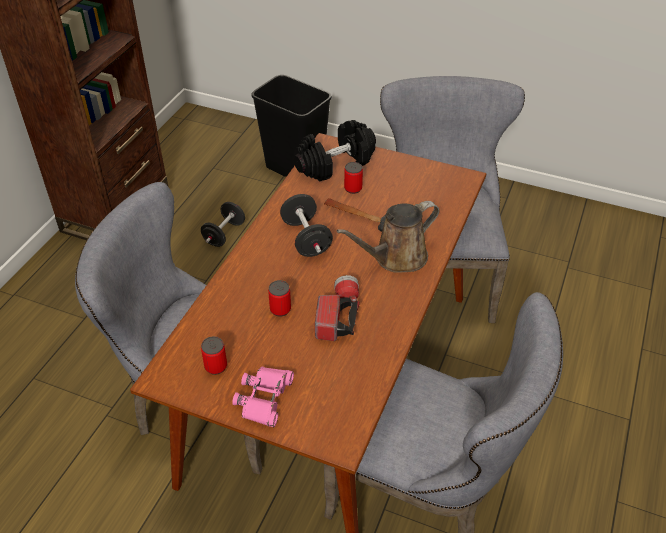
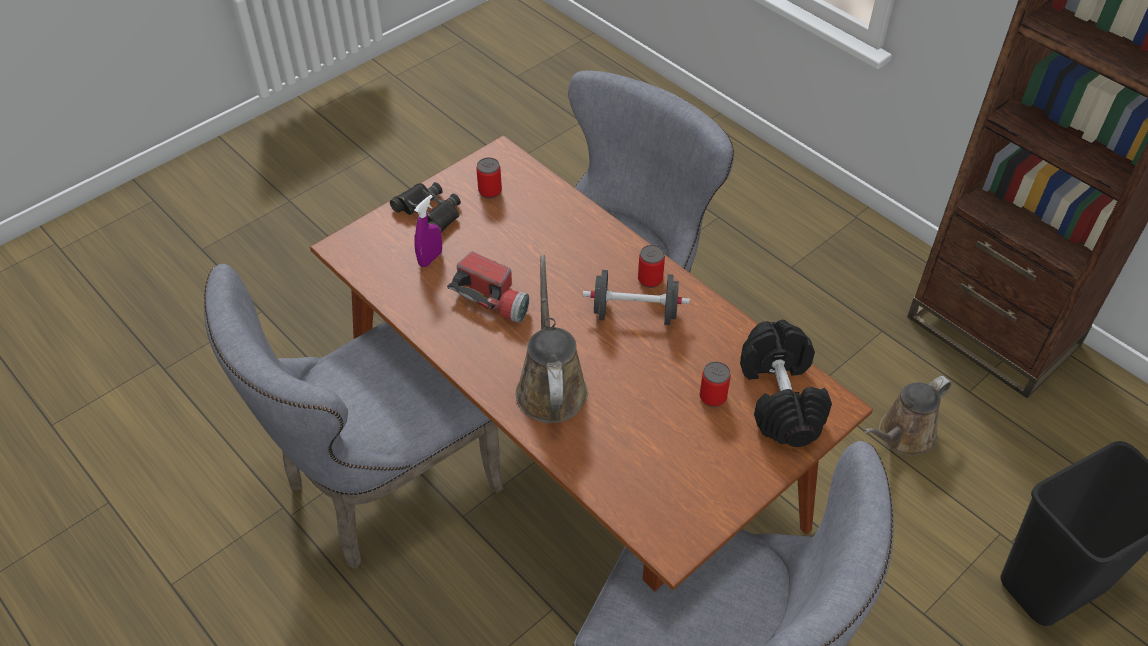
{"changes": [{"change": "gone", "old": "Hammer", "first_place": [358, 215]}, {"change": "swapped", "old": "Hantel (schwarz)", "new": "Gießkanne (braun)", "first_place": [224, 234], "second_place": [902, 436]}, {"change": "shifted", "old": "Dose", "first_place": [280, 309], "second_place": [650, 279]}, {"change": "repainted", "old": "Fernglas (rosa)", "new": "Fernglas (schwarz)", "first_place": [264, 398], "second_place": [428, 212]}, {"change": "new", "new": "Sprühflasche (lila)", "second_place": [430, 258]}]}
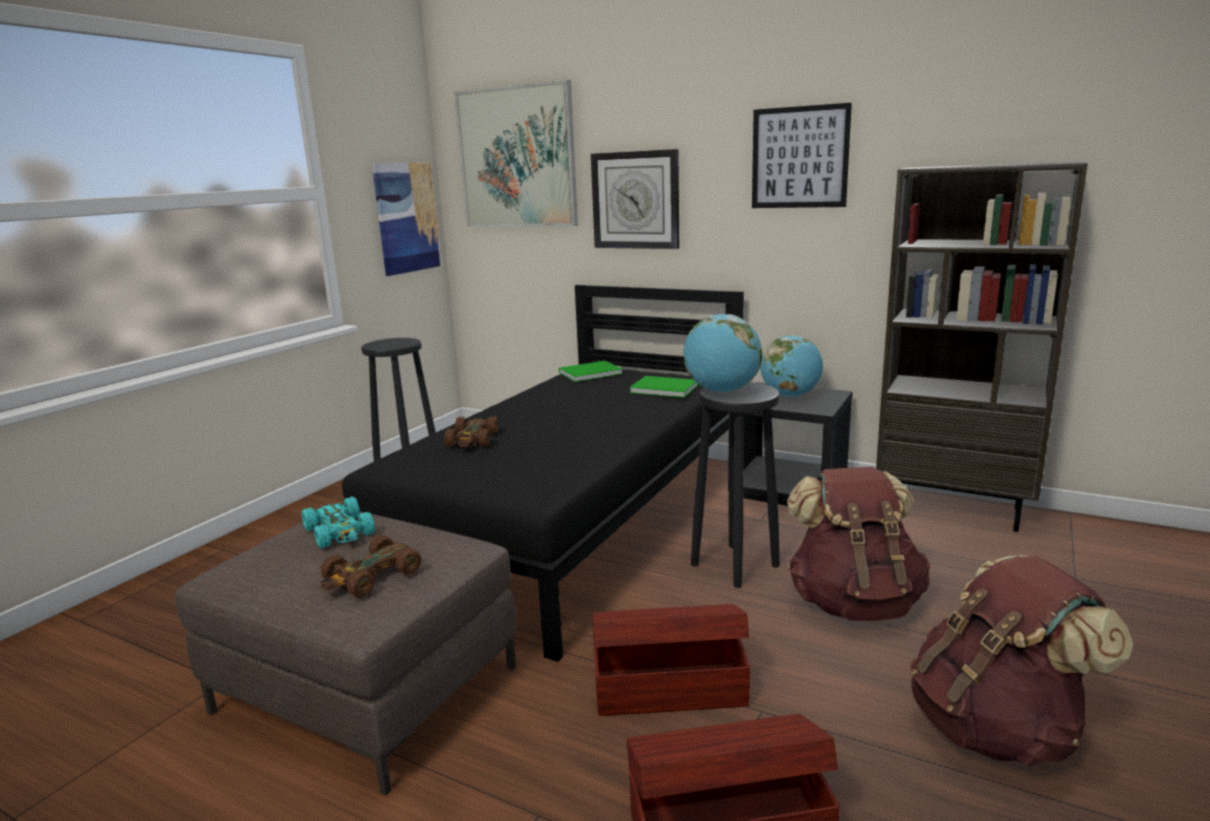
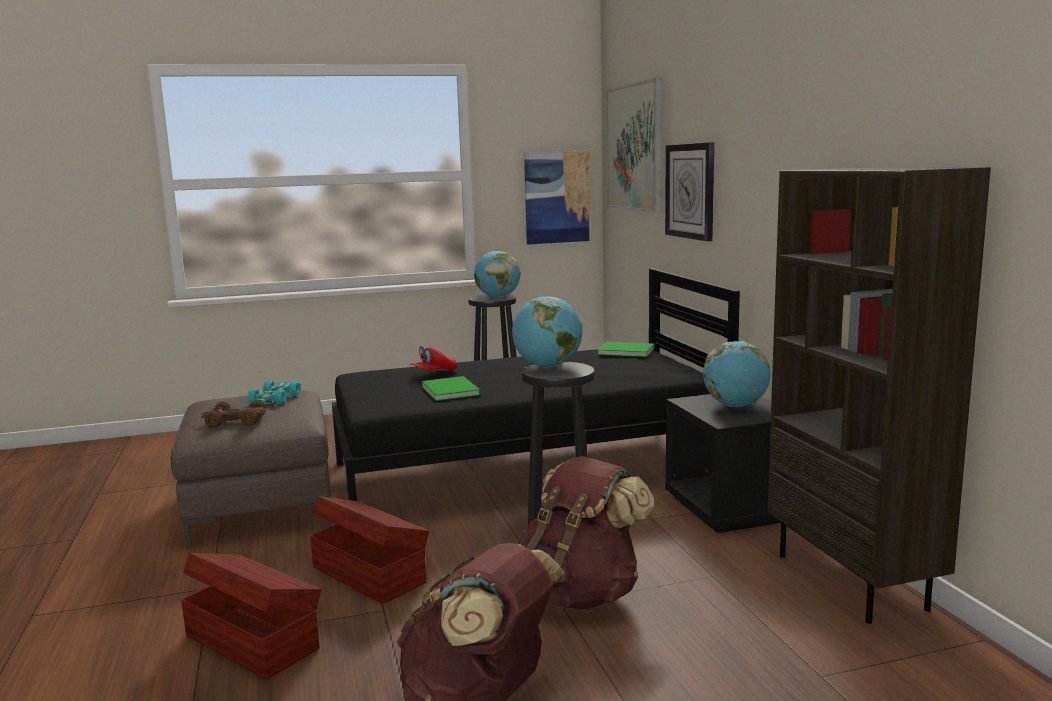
{"changes": [{"change": "gone", "old": "Bild", "first_place": [799, 157]}, {"change": "shifted", "old": "Buch (grün)", "first_place": [663, 388], "second_place": [451, 390]}, {"change": "swapped", "old": "Spielzeugauto (braun)", "new": "Kappe (rot)", "first_place": [473, 440], "second_place": [434, 373]}, {"change": "new", "new": "Globus", "second_place": [498, 297]}]}
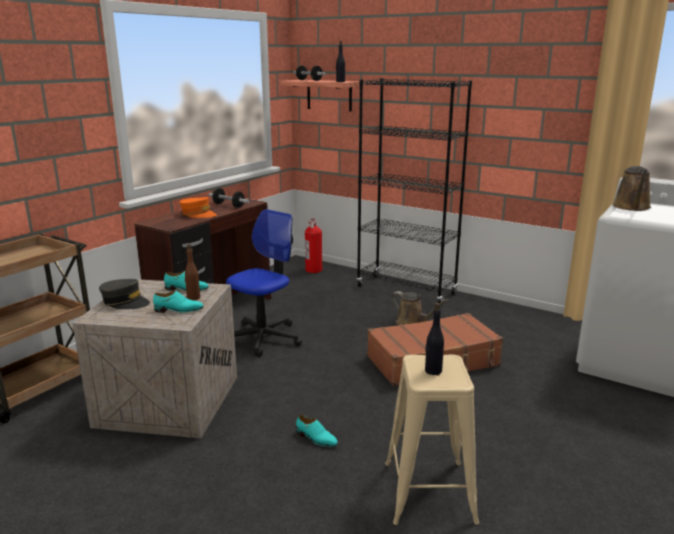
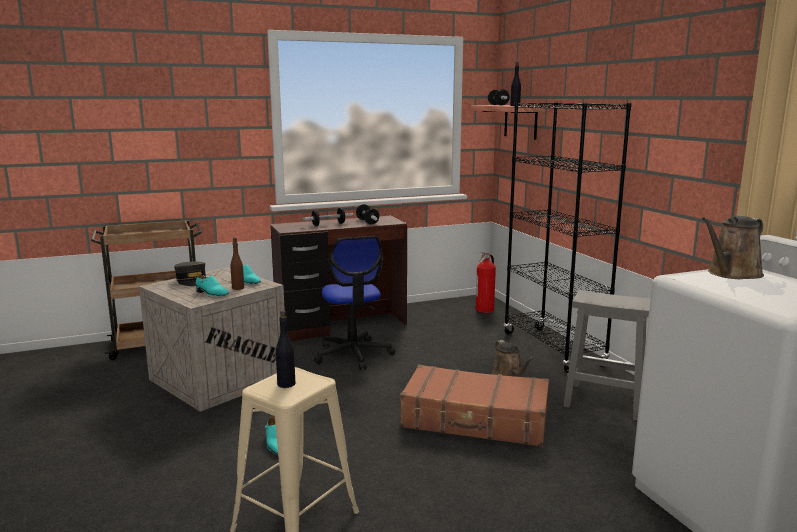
{"changes": [{"change": "swapped", "old": "Kappe (orange)", "new": "Hantel", "first_place": [198, 214], "second_place": [328, 224]}, {"change": "rotated", "old": "Bürostuhl", "first_place": [263, 338], "second_place": [353, 354], "degrees": 90}, {"change": "new", "new": "Hocker (grau)", "second_place": [602, 401]}]}
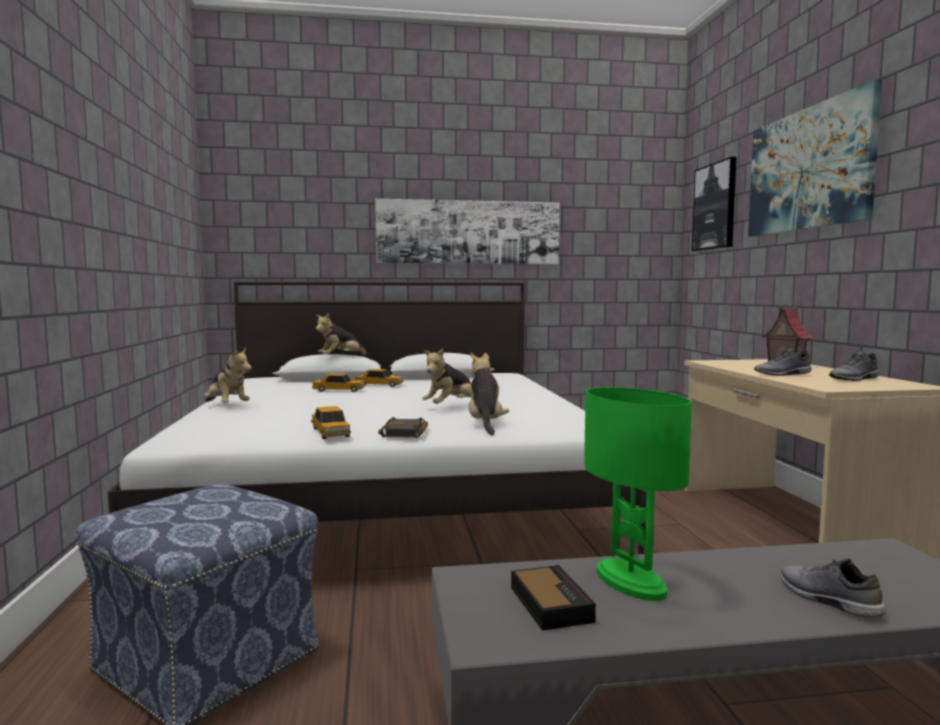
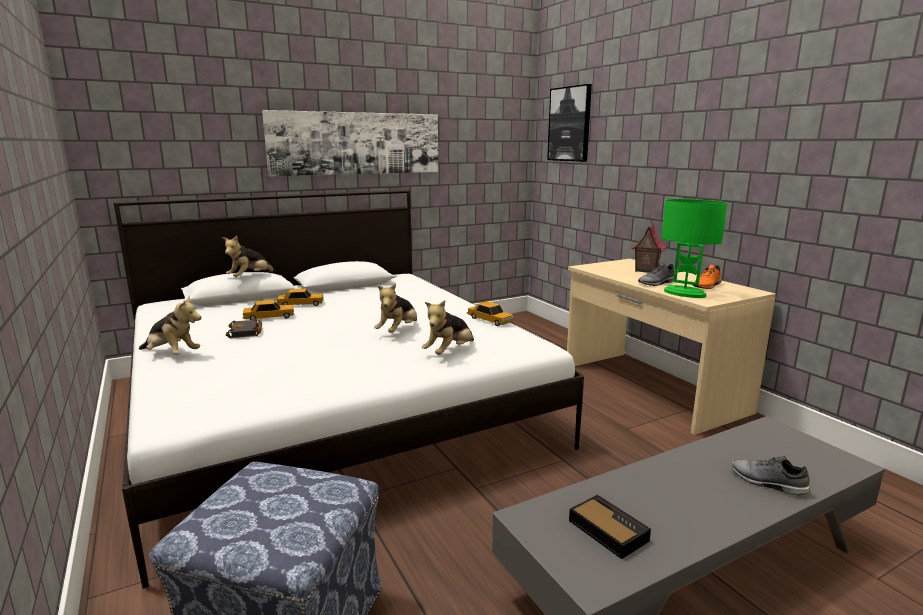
{"changes": [{"change": "gone", "old": "Bild", "first_place": [808, 169]}, {"change": "repainted", "old": "Schuh (grau)", "new": "Schuh (orange)", "first_place": [855, 379], "second_place": [707, 286]}, {"change": "rotated", "old": "Plüschtier", "first_place": [485, 424], "second_place": [449, 352], "degrees": -120}, {"change": "shifted", "old": "Tischlampe (grün)", "first_place": [631, 582], "second_place": [685, 293]}, {"change": "shifted", "old": "Spielzeugauto", "first_place": [330, 432], "second_place": [490, 320]}, {"change": "shifted", "old": "Buch (schwarz)", "first_place": [405, 433], "second_place": [246, 332]}]}
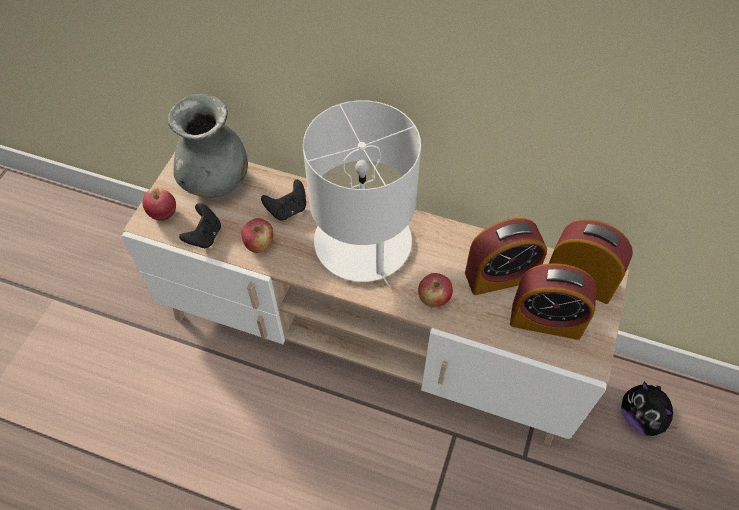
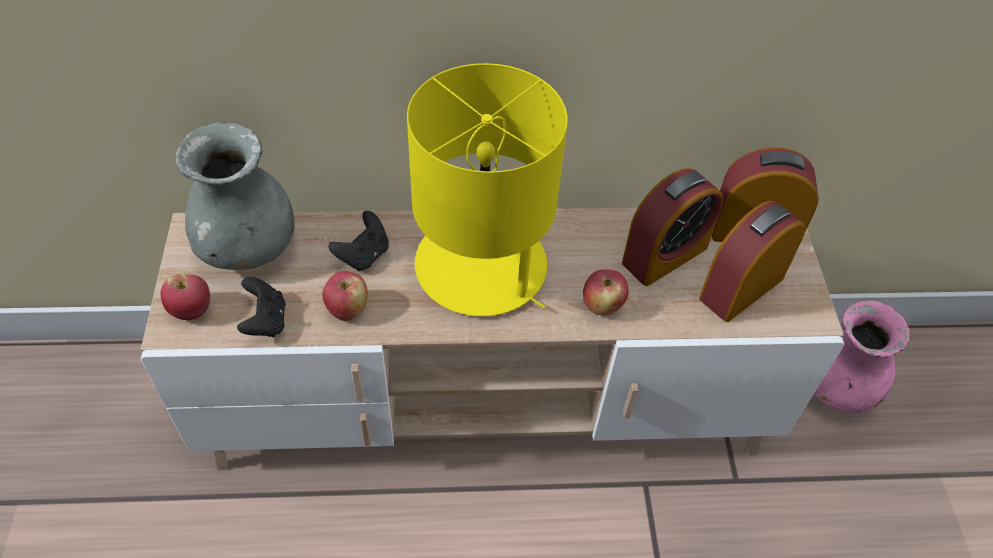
{"changes": [{"change": "repainted", "old": "Tischlampe (weiß)", "new": "Tischlampe (gelb)", "first_place": [363, 243], "second_place": [482, 267]}, {"change": "rotated", "old": "Wecker", "first_place": [546, 320], "second_place": [741, 288], "degrees": 150}, {"change": "swapped", "old": "Plüschtier", "new": "Vase (rosa)", "first_place": [640, 418], "second_place": [836, 388]}]}
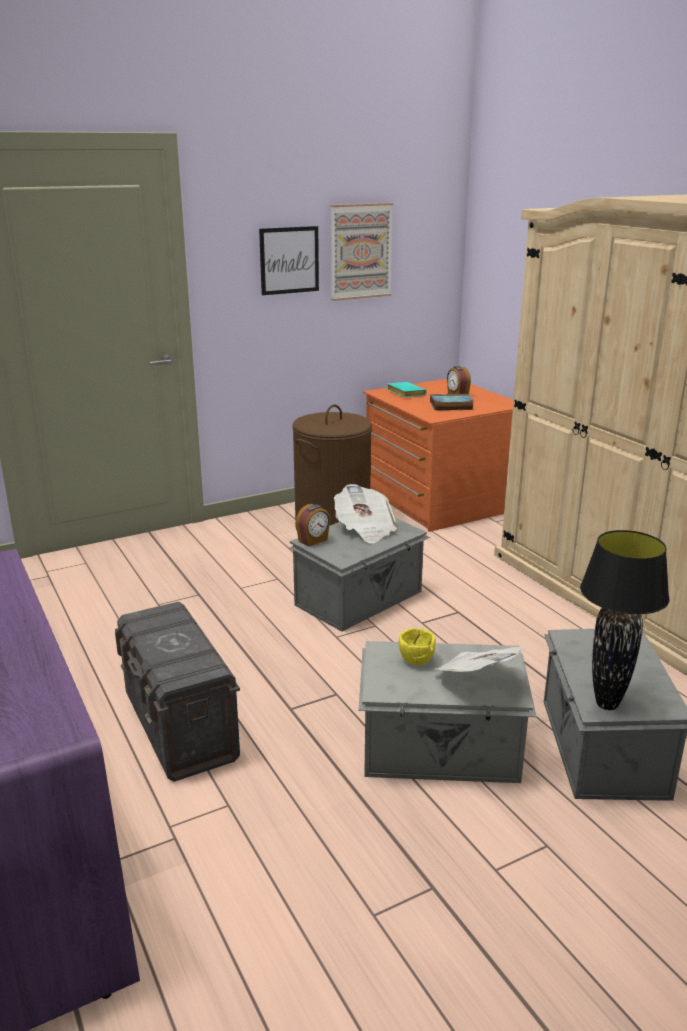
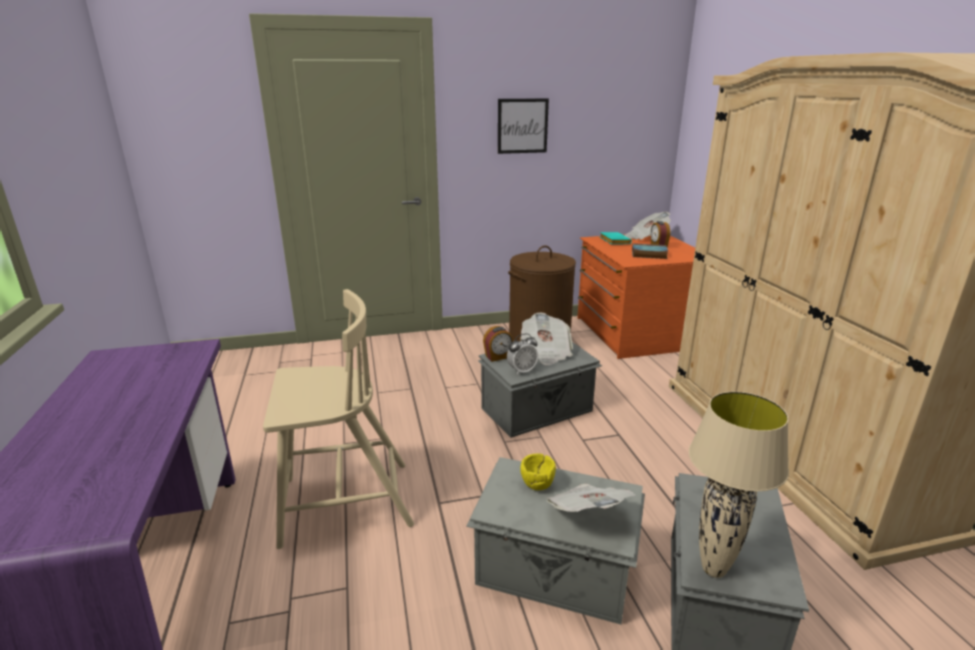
{"changes": [{"change": "gone", "old": "Bild", "first_place": [360, 251]}, {"change": "repainted", "old": "Tischlampe (schwarz)", "new": "Tischlampe (beige)", "first_place": [606, 704], "second_place": [713, 569]}, {"change": "swapped", "old": "Aufbewahrungsbox (grau)", "new": "Stuhl (beige)", "first_place": [180, 727], "second_place": [343, 503]}, {"change": "new", "new": "Zeitung", "second_place": [646, 237]}, {"change": "new", "new": "Wecker", "second_place": [522, 371]}]}
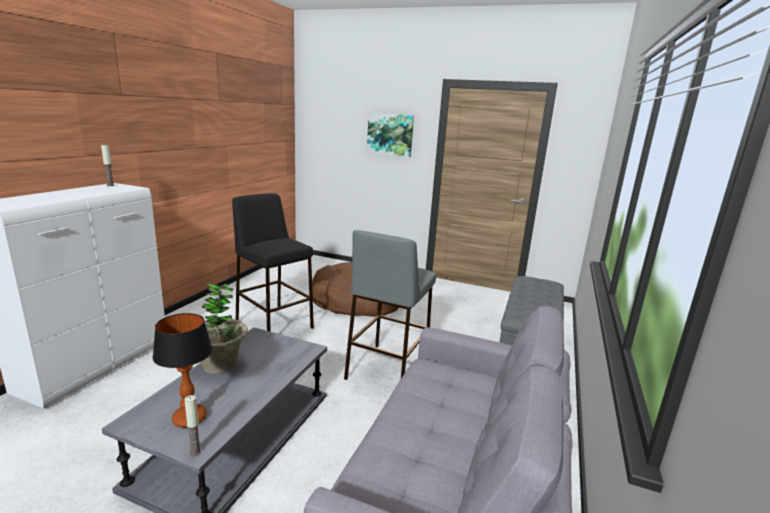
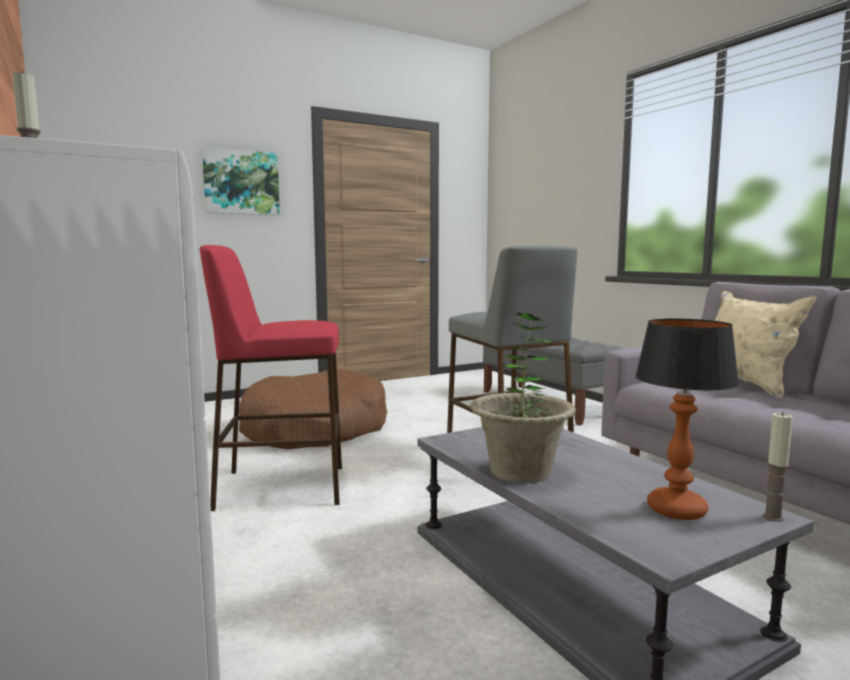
{"changes": [{"change": "repainted", "old": "Hocker (schwarz)", "new": "Hocker (rot)", "first_place": [274, 324], "second_place": [280, 487]}, {"change": "new", "new": "Kissen (beige)", "second_place": [745, 385]}]}
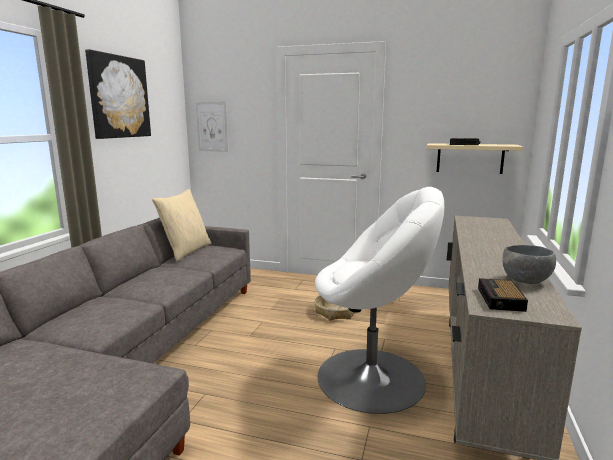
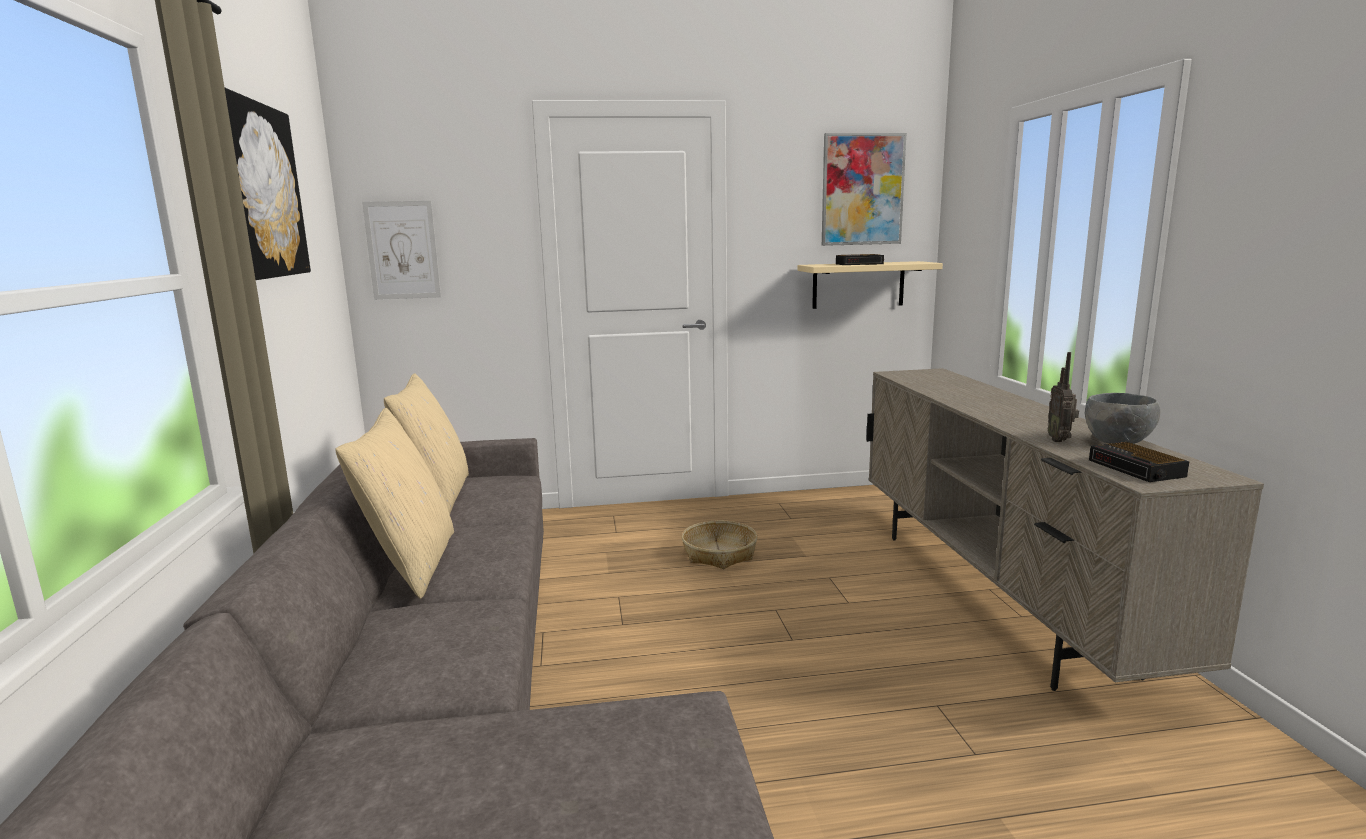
{"changes": [{"change": "gone", "old": "Sessel (weiß)", "first_place": [372, 378]}, {"change": "new", "new": "Bild", "second_place": [862, 190]}, {"change": "new", "new": "Radio", "second_place": [1060, 440]}, {"change": "new", "new": "Kissen (beige)", "second_place": [411, 564]}]}
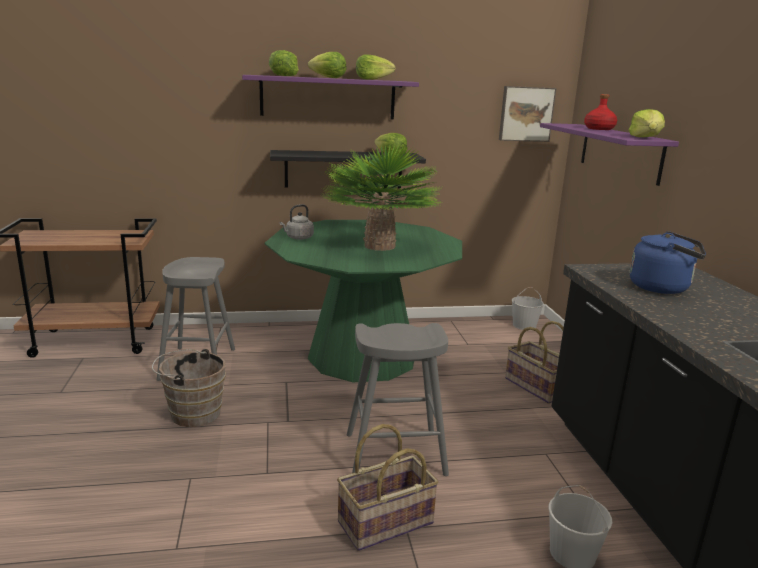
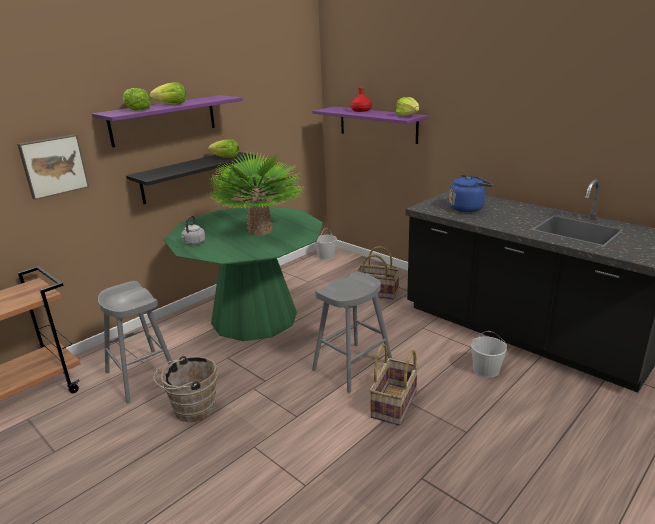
{"changes": [{"change": "gone", "old": "Salatkopf", "first_place": [372, 79]}, {"change": "shifted", "old": "Bild", "first_place": [525, 114], "second_place": [53, 166]}]}
